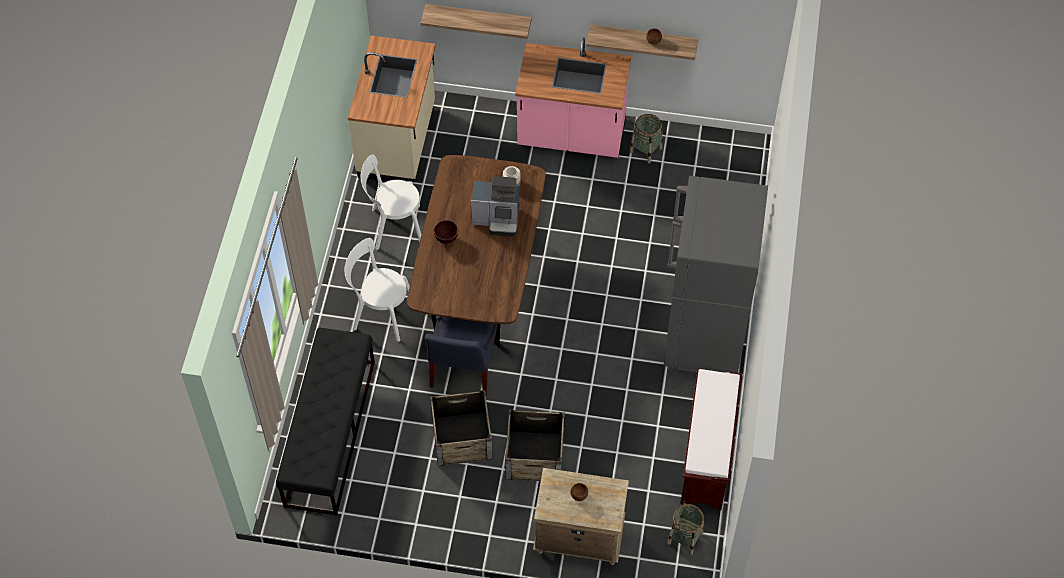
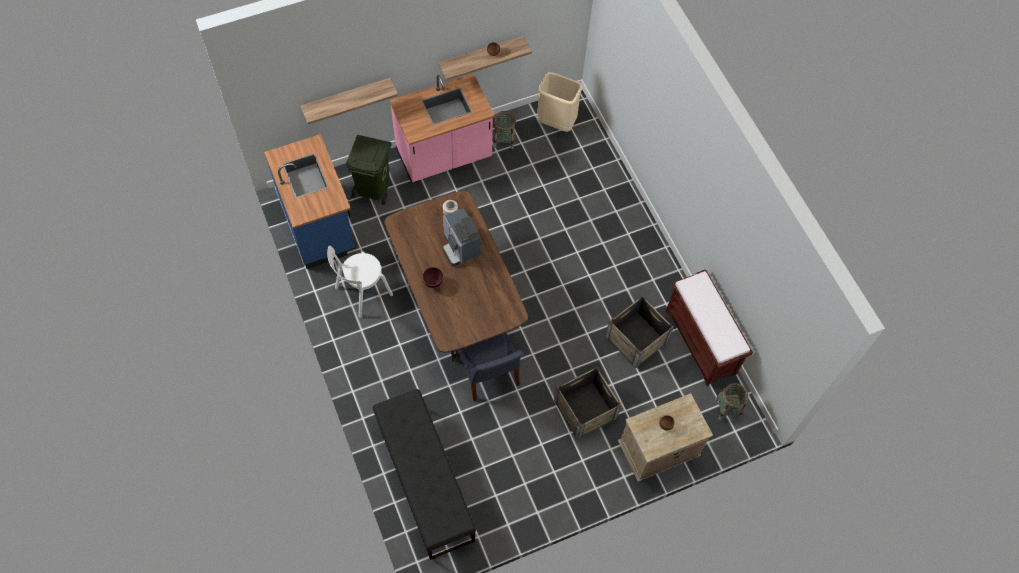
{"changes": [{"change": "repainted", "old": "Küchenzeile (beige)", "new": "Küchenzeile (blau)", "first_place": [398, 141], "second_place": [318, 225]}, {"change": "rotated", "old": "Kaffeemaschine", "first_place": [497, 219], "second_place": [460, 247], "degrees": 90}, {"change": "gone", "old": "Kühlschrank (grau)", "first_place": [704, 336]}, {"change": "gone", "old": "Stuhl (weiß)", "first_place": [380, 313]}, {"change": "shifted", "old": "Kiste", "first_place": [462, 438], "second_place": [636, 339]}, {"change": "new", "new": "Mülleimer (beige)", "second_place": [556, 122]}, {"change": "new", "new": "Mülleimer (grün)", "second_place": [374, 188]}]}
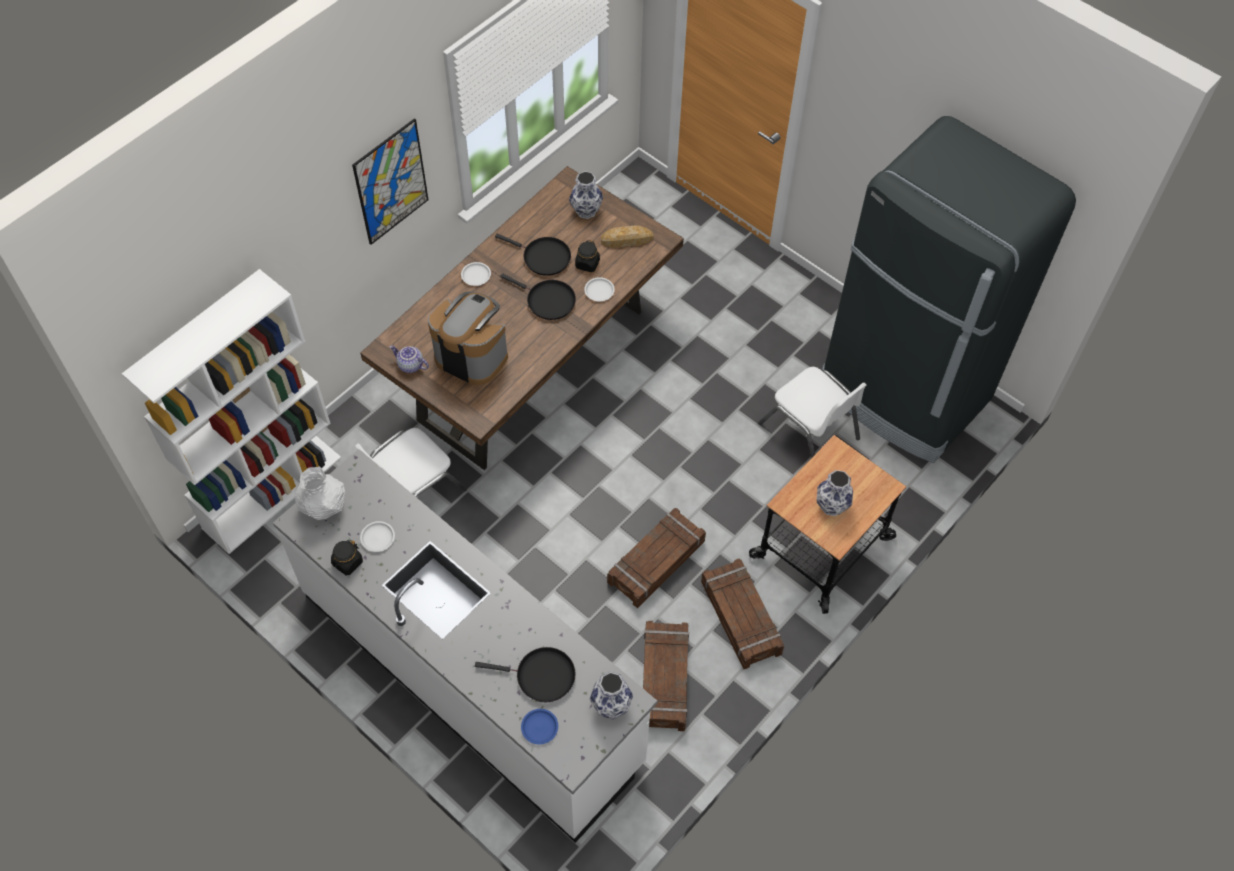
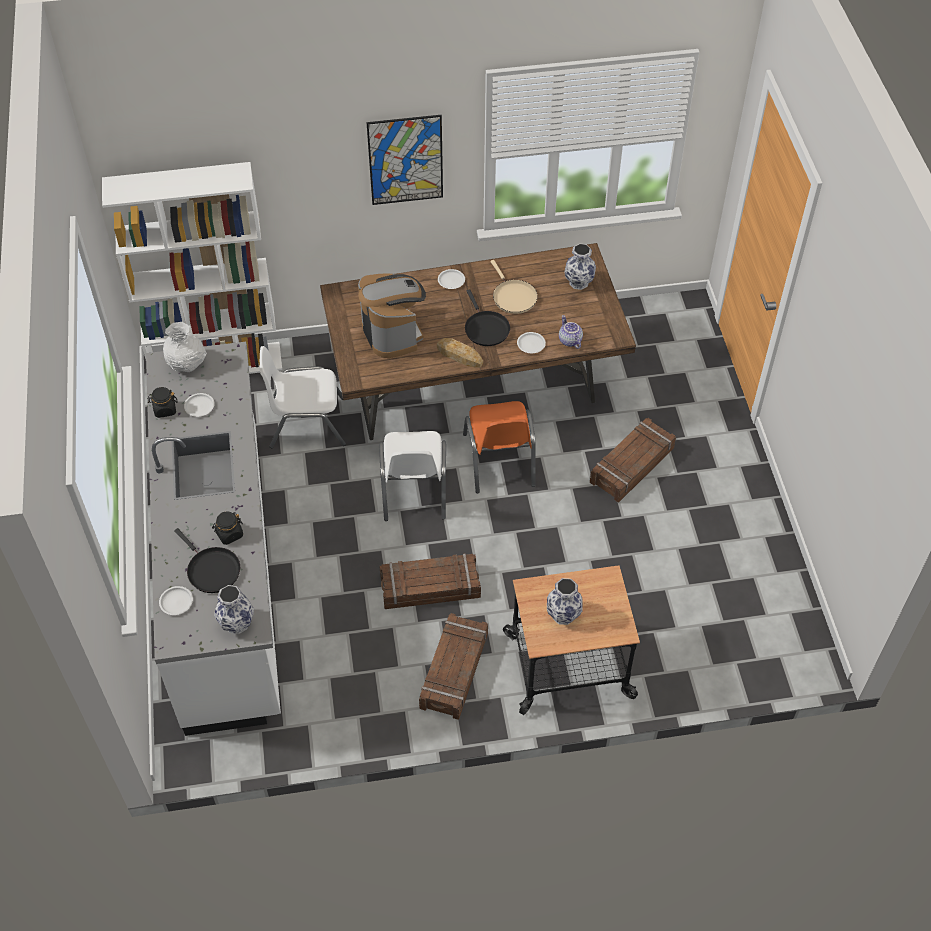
{"changes": [{"change": "gone", "old": "Kühlschrank (schwarz)", "first_place": [904, 393]}, {"change": "shifted", "old": "Brot", "first_place": [627, 240], "second_place": [459, 355]}, {"change": "repainted", "old": "Pfanne (schwarz)", "new": "Pfanne (beige)", "first_place": [543, 257], "second_place": [513, 297]}, {"change": "shifted", "old": "Vorratsglas (schwarz)", "first_place": [587, 264], "second_place": [229, 534]}, {"change": "shifted", "old": "Teekanne", "first_place": [410, 365], "second_place": [569, 340]}, {"change": "shifted", "old": "Stuhl (weiß)", "first_place": [809, 431], "second_place": [414, 489]}, {"change": "shifted", "old": "Kiste", "first_place": [663, 679], "second_place": [631, 465]}, {"change": "repainted", "old": "Teller (blau)", "new": "Teller (weiß)", "first_place": [539, 728], "second_place": [176, 602]}, {"change": "new", "new": "Stuhl (orange)", "second_place": [499, 460]}]}
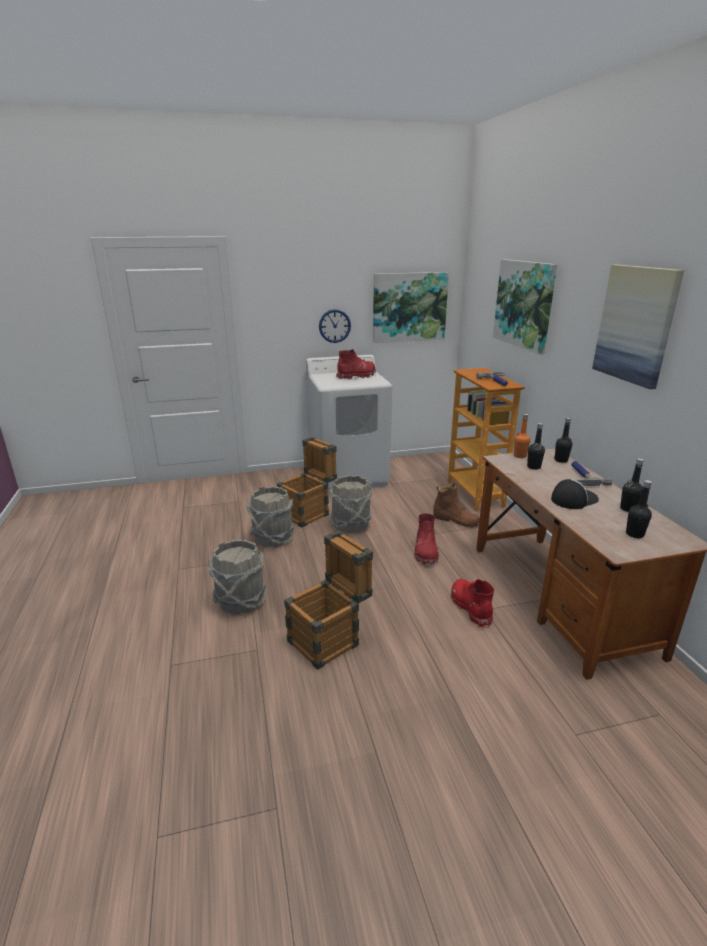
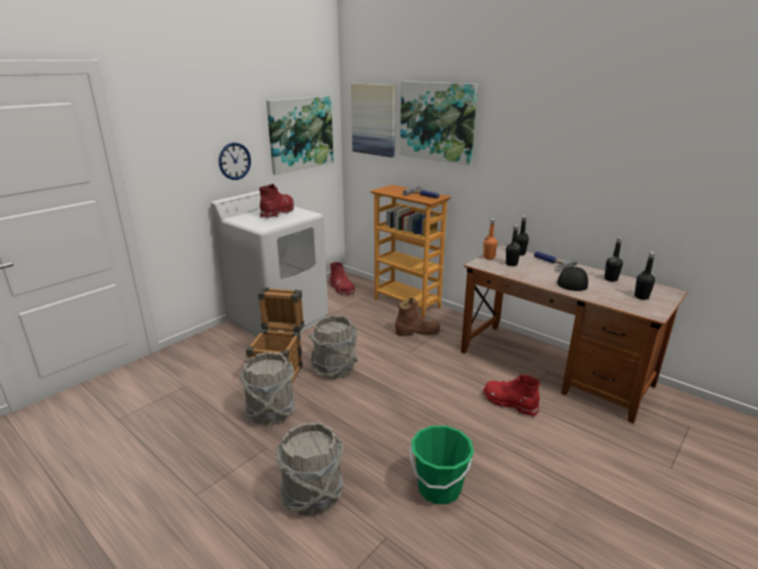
{"changes": [{"change": "shifted", "old": "Bild", "first_place": [636, 324], "second_place": [374, 119]}, {"change": "shifted", "old": "Stiefel (rot)", "first_place": [425, 552], "second_place": [342, 289]}, {"change": "swapped", "old": "Kiste", "new": "Eimer (grün)", "first_place": [330, 639], "second_place": [439, 488]}]}
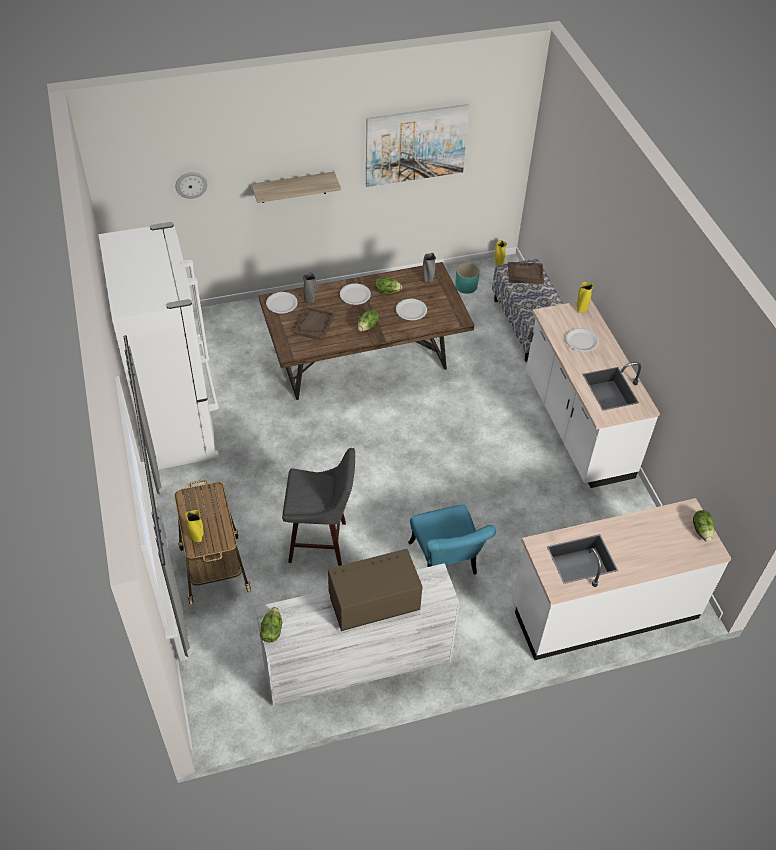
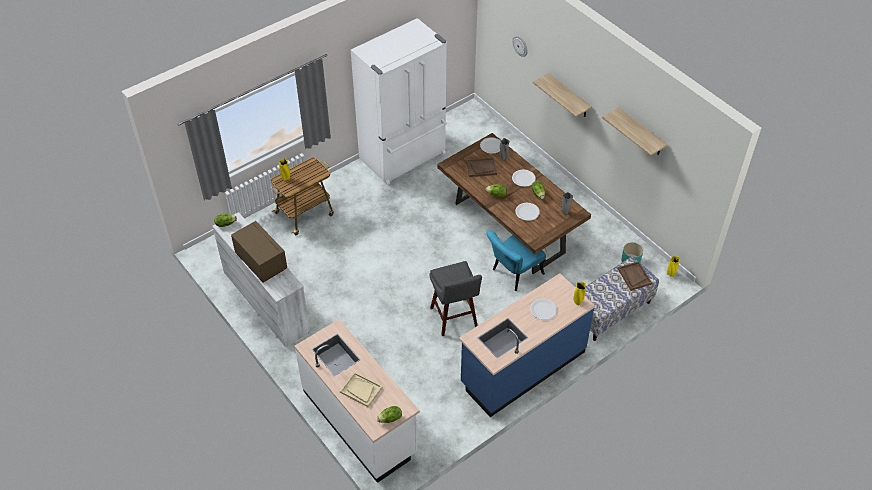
{"changes": [{"change": "swapped", "old": "Bild", "new": "Wandregal", "first_place": [416, 145], "second_place": [641, 132]}, {"change": "repainted", "old": "Küchenzeile (weiß)", "new": "Küchenzeile (blau)", "first_place": [576, 425], "second_place": [522, 367]}, {"change": "shifted", "old": "Hocker (grau)", "first_place": [321, 542], "second_place": [454, 319]}, {"change": "shifted", "old": "Stuhl (türkis)", "first_place": [445, 564], "second_place": [513, 274]}, {"change": "new", "new": "Tablett (beige)", "second_place": [361, 390]}]}
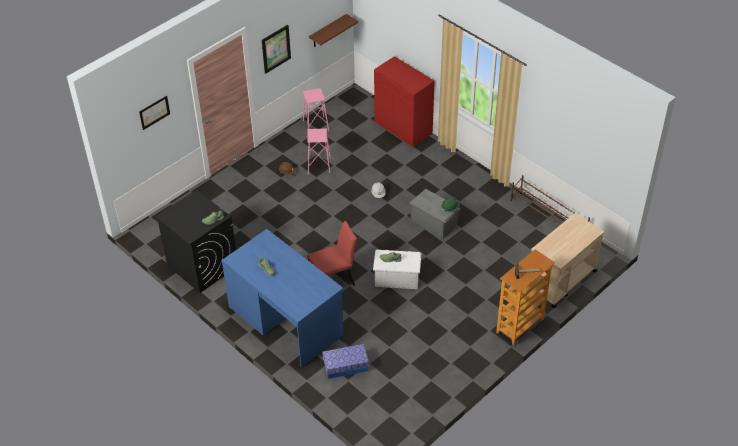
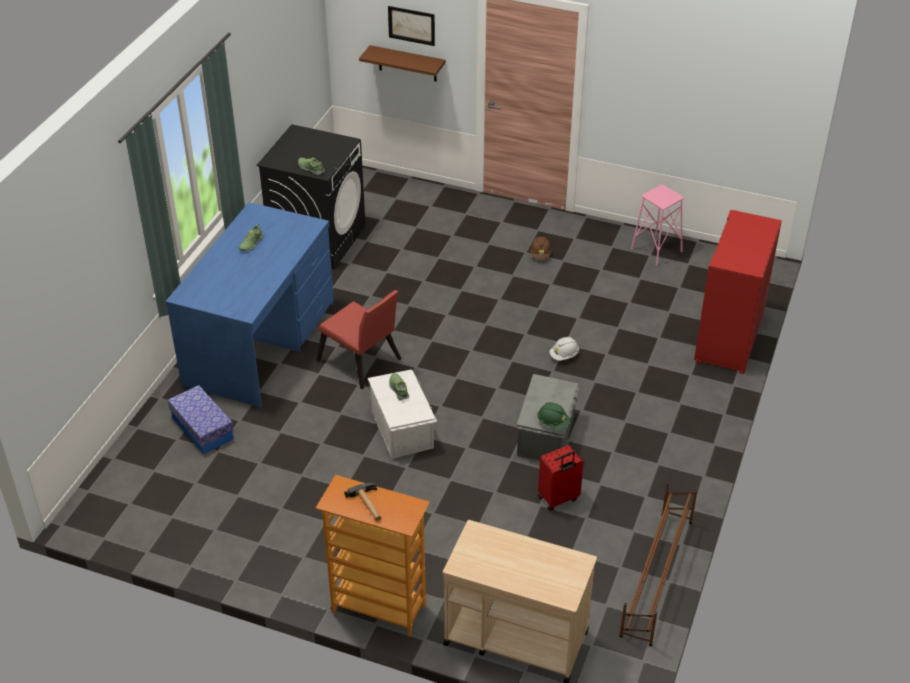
{"changes": [{"change": "shifted", "old": "Wandregal (braun)", "first_place": [328, 31], "second_place": [407, 64]}, {"change": "gone", "old": "Bild", "first_place": [276, 49]}, {"change": "gone", "old": "Hocker (rosa)", "first_place": [319, 166]}, {"change": "new", "new": "Koffer (rot)", "second_place": [558, 499]}]}
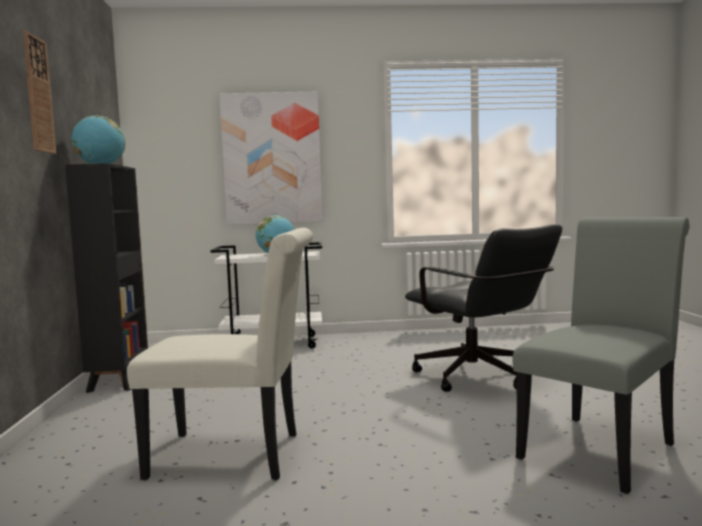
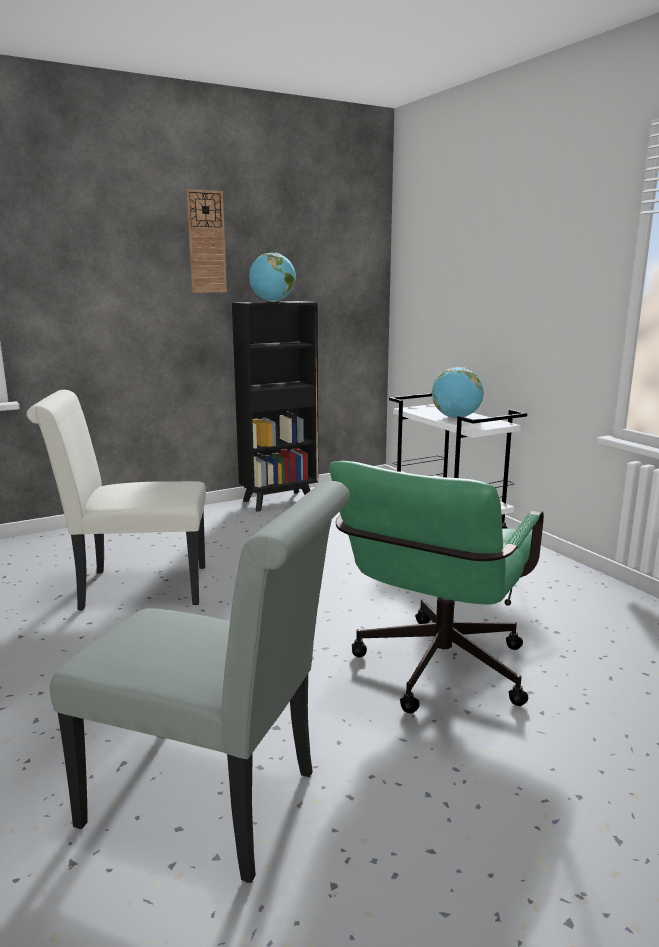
{"changes": [{"change": "gone", "old": "Bild", "first_place": [272, 159]}, {"change": "repainted", "old": "Bürostuhl (schwarz)", "new": "Bürostuhl (grün)", "first_place": [481, 378], "second_place": [435, 674]}, {"change": "rotated", "old": "Stuhl (weiß)", "first_place": [236, 456], "second_place": [135, 588], "degrees": 105}]}
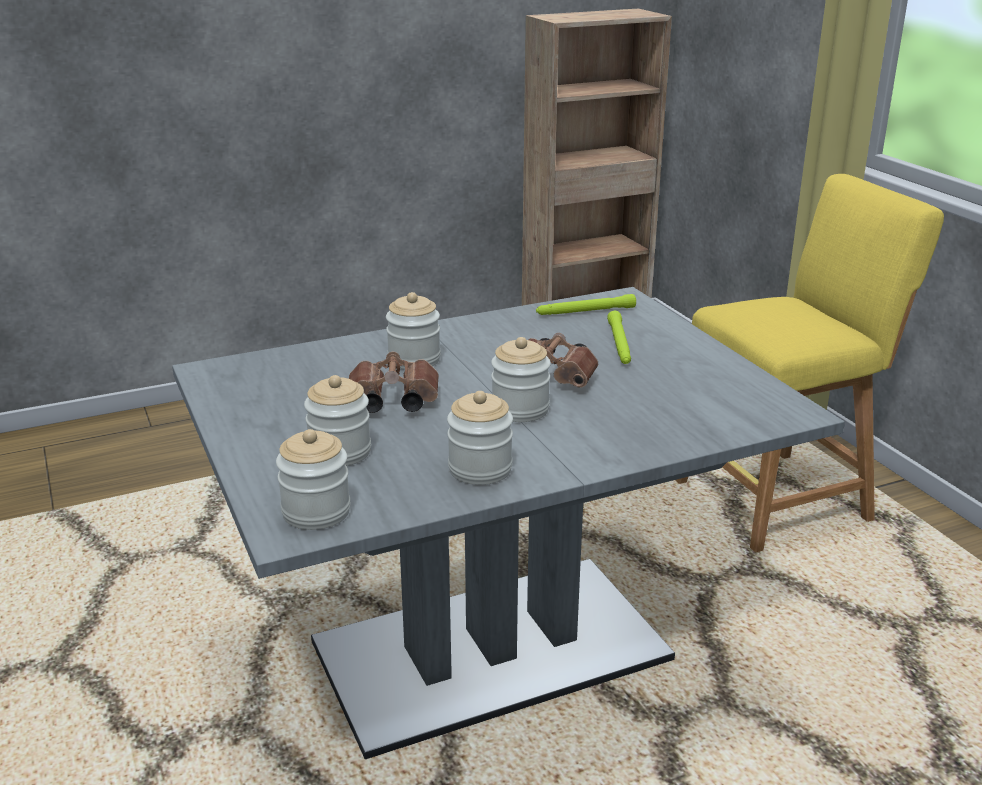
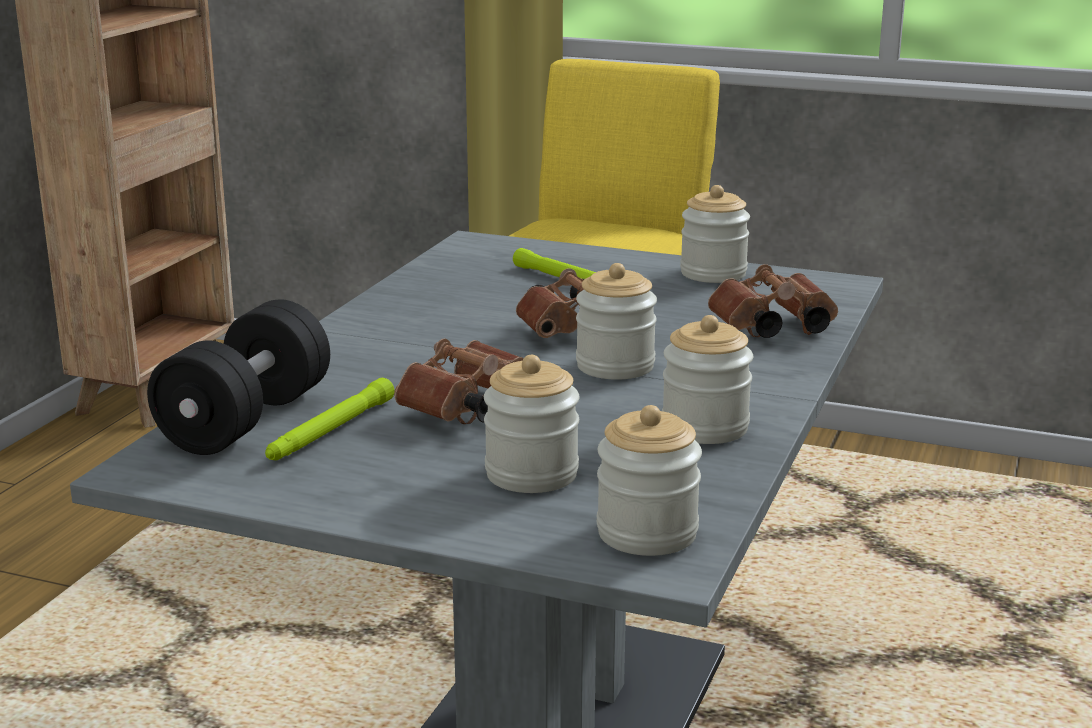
{"changes": [{"change": "shifted", "old": "Vorratsglas", "first_place": [414, 360], "second_place": [713, 273]}, {"change": "shifted", "old": "Taschenlampe (grün)", "first_place": [585, 311], "second_place": [330, 431]}, {"change": "new", "new": "Fernglas (braun)", "second_place": [770, 329]}, {"change": "new", "new": "Hantel (schwarz)", "second_place": [246, 420]}]}
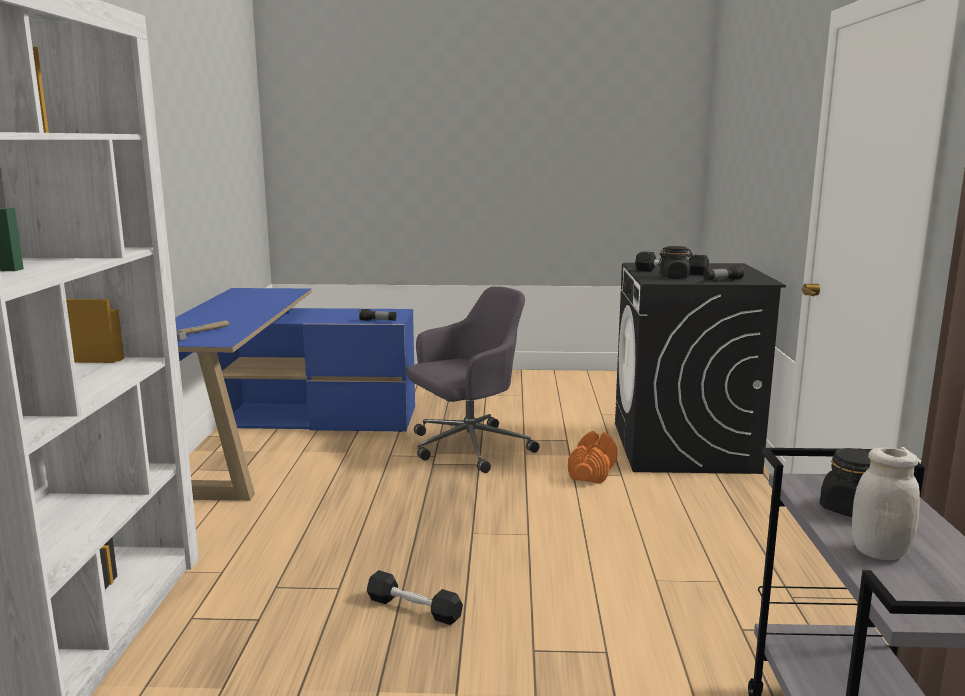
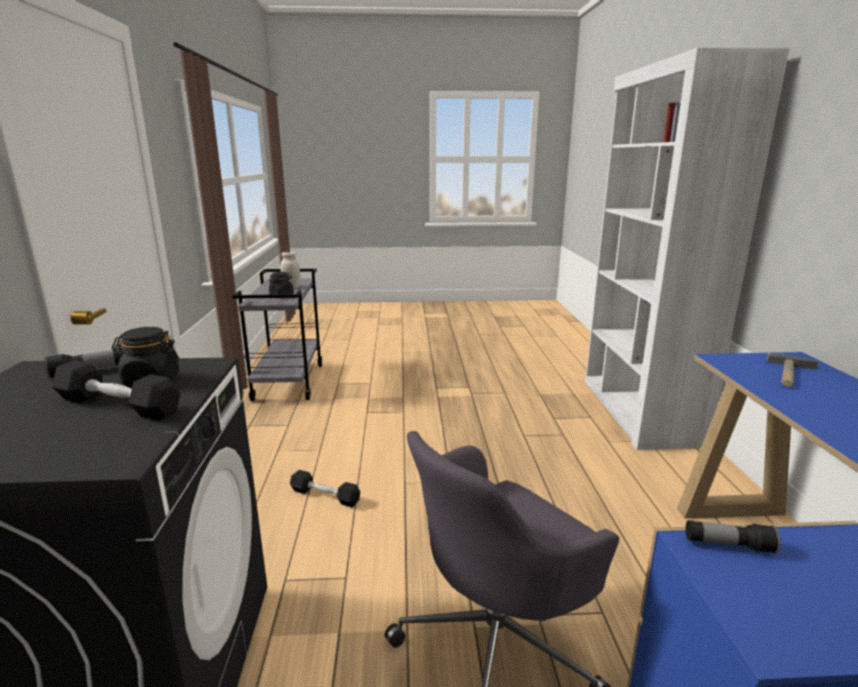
{"changes": [{"change": "gone", "old": "Hantel (orange)", "first_place": [592, 472]}, {"change": "shifted", "old": "Hantel (schwarz)", "first_place": [413, 608], "second_place": [325, 496]}]}
